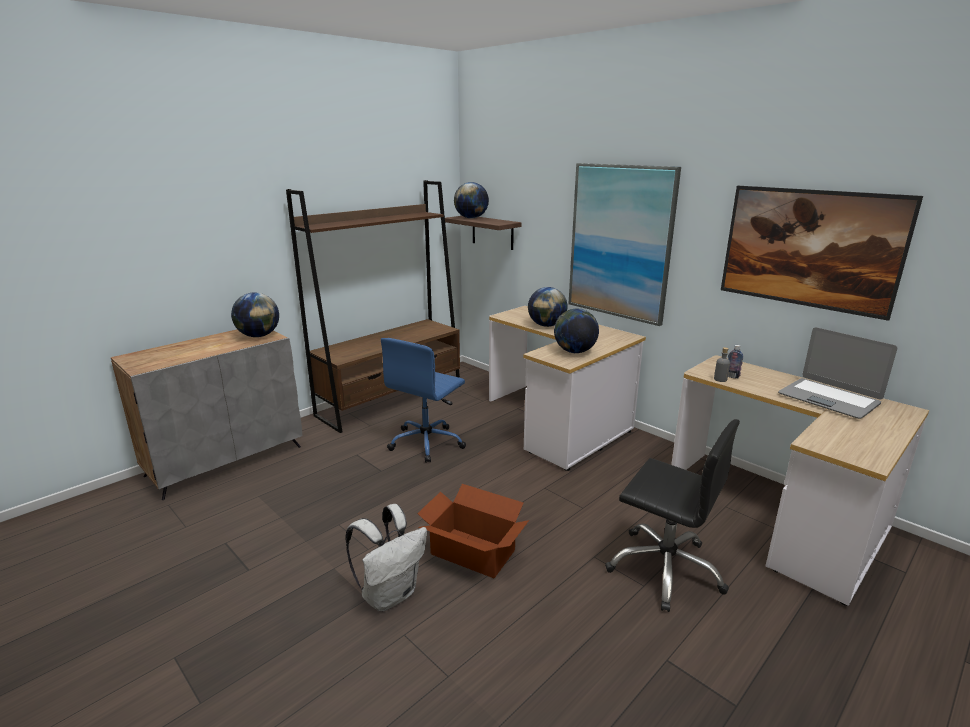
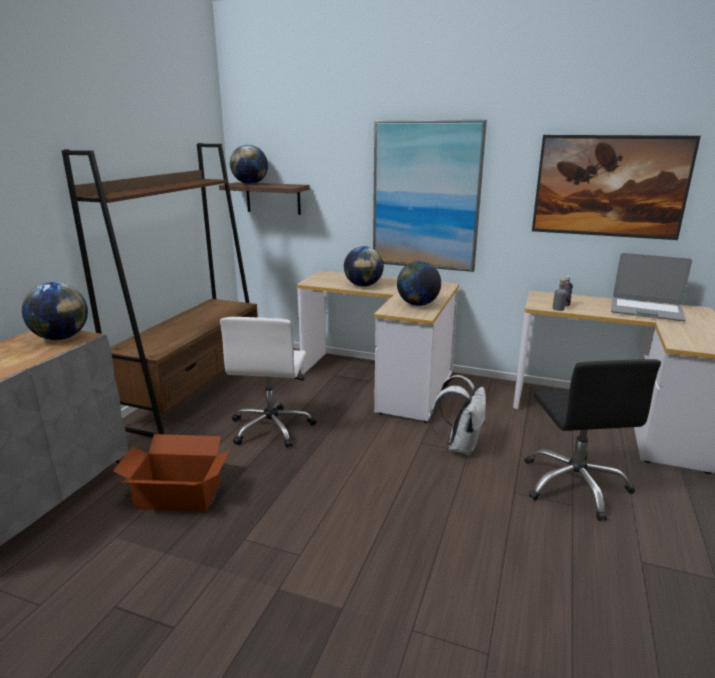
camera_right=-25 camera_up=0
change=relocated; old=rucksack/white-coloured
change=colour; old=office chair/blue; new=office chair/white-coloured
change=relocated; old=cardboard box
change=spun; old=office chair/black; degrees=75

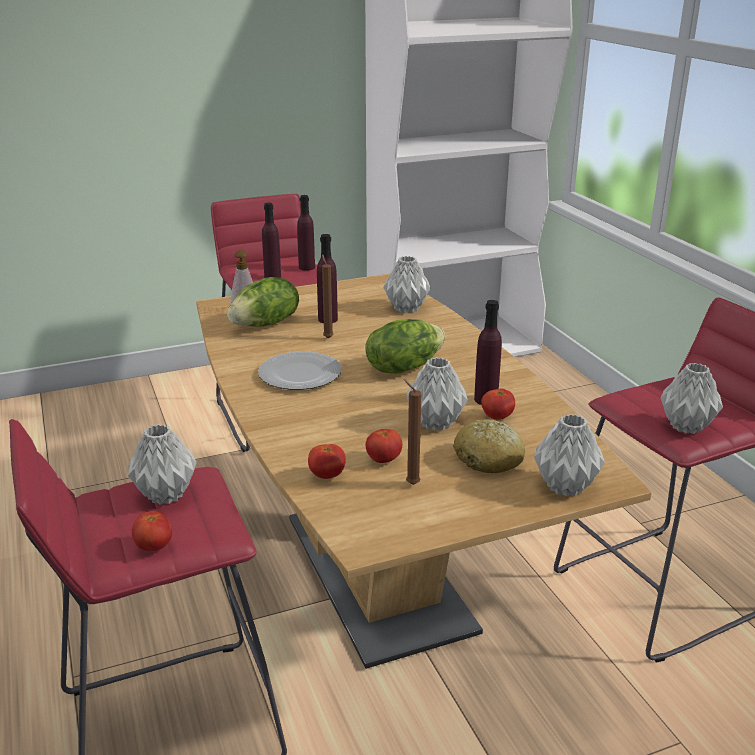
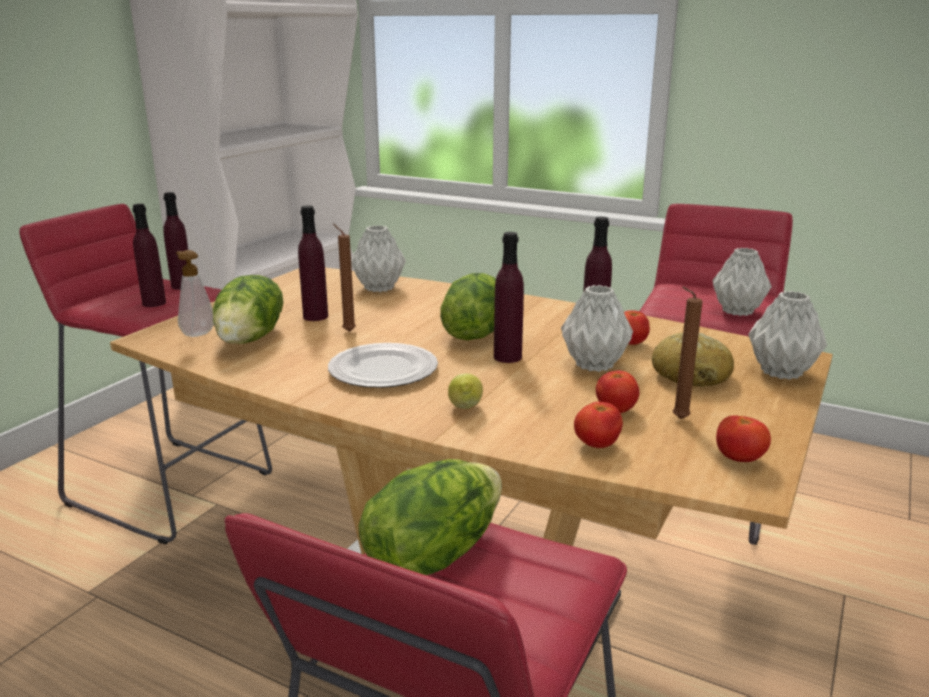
camera_right=-40 camera_up=-5
change=exchanged; old=decorative vase/gray (no. 1 from left); new=head of lettuce (no. 2 from left)
change=relocated; old=fresh tomato (no. 1 from left in the first image); new=fresh tomato (no. 4 from left)
change=appeared; new=lemon
change=appeared; new=beverage bottle/purplish (no. 4 from left)

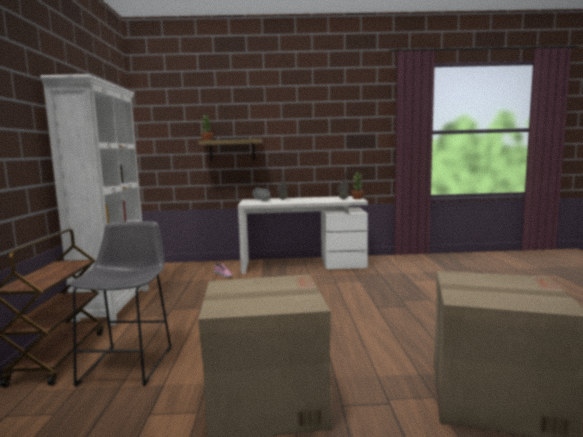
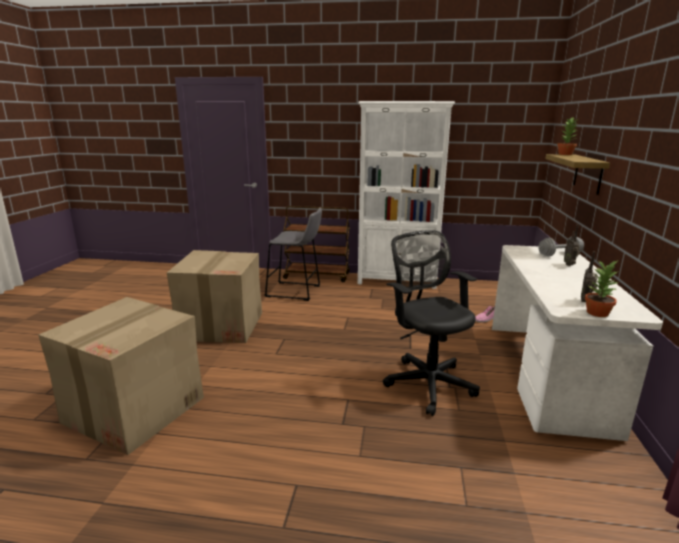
camera_right=100 camera_up=10
change=appeared; new=office chair/black

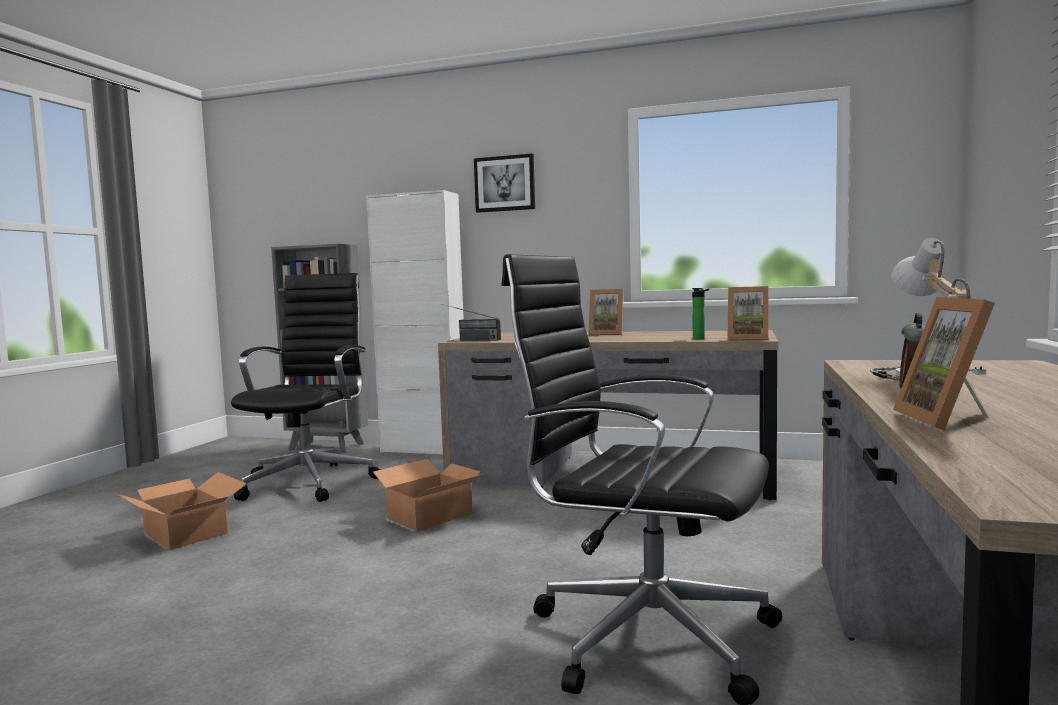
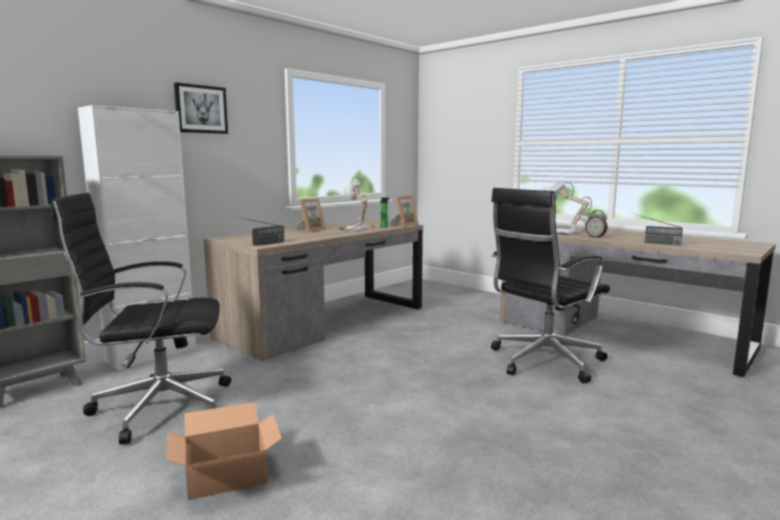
camera_right=-65 camera_up=5
change=spun; old=office chair/black (no. 1 from left); degrees=-45
change=missing; old=cardboard box (no. 2 from left)
change=exchanged; old=standing frame (no. 3 from left); new=radio (no. 2 from left)
change=appeared; new=tabletop lamp (no. 1 from left)

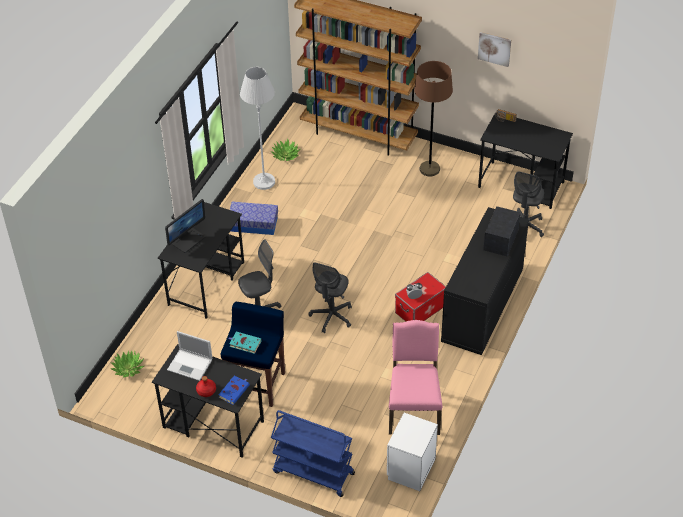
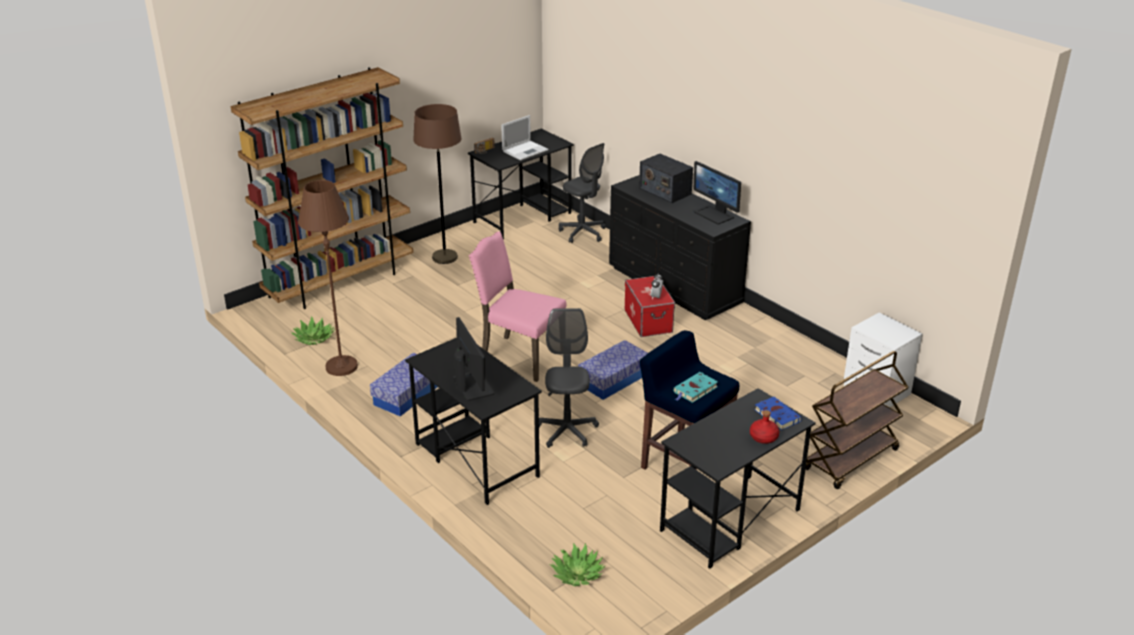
camera_right=-65 camera_up=-15
change=relocated; old=notebook computer
change=colour; old=standard lamp/white-coloured; new=standard lamp/brownish (no. 1 from left)
change=colour; old=trolley/blue; new=trolley/brownish
change=exchanged; old=office chair/gray (no. 2 from left); new=storage box (no. 2 from left)
change=relocated; old=upright chair/pink
change=missing; old=picture
change=appeared; new=monitor (no. 2 from left)

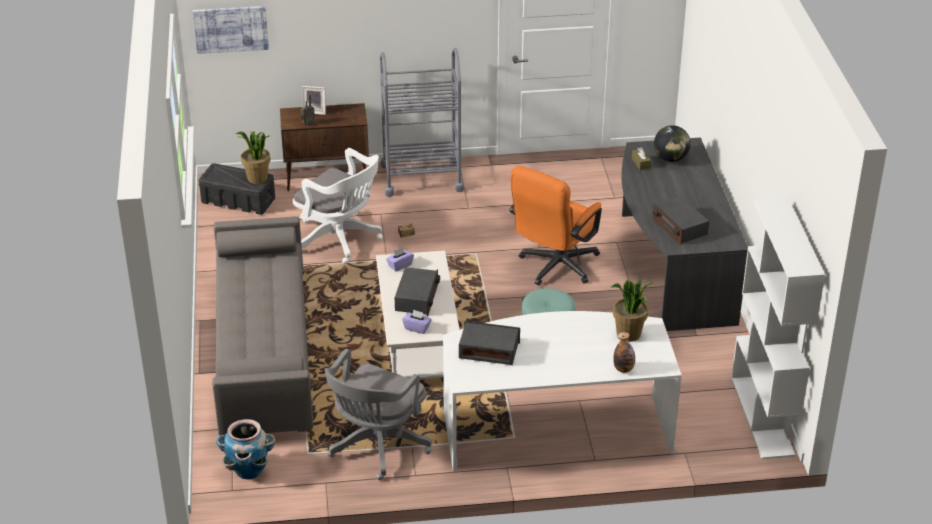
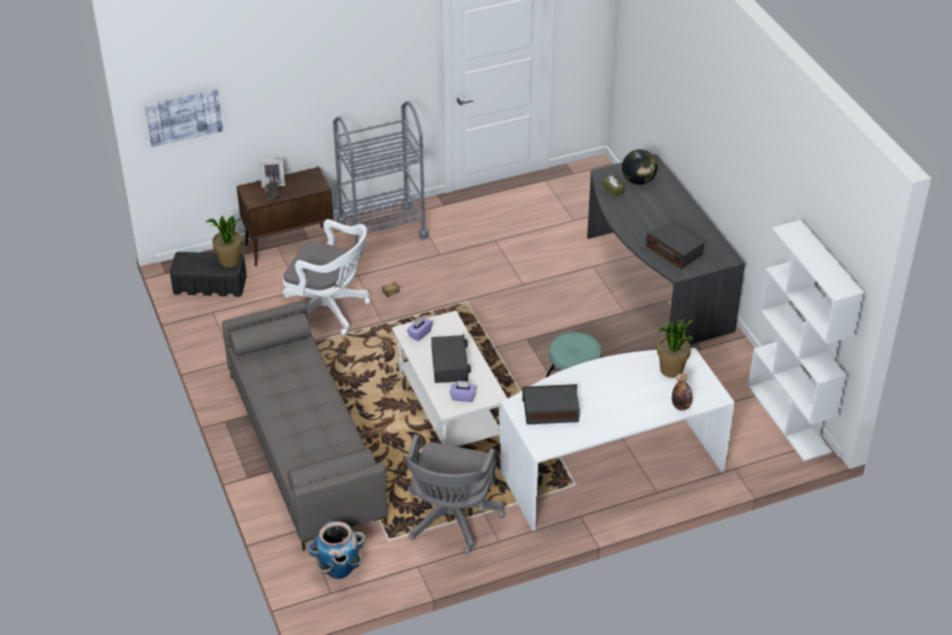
camera_right=-15 camera_up=5
change=missing; old=office chair/orangey

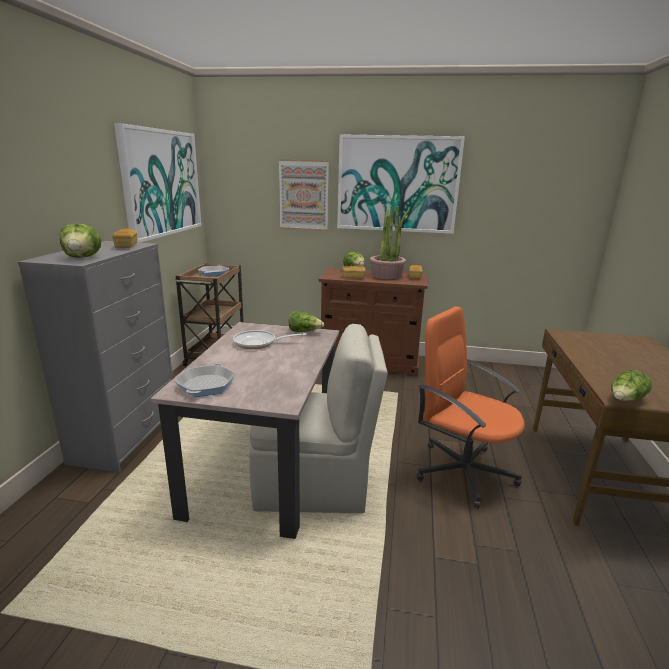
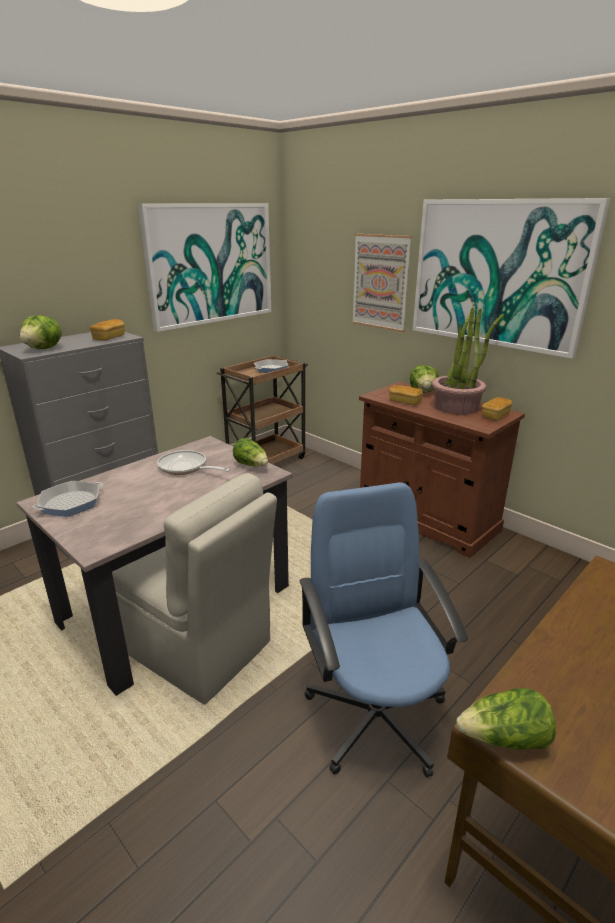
camera_right=35 camera_up=5
change=colour; old=office chair/orangey; new=office chair/blue

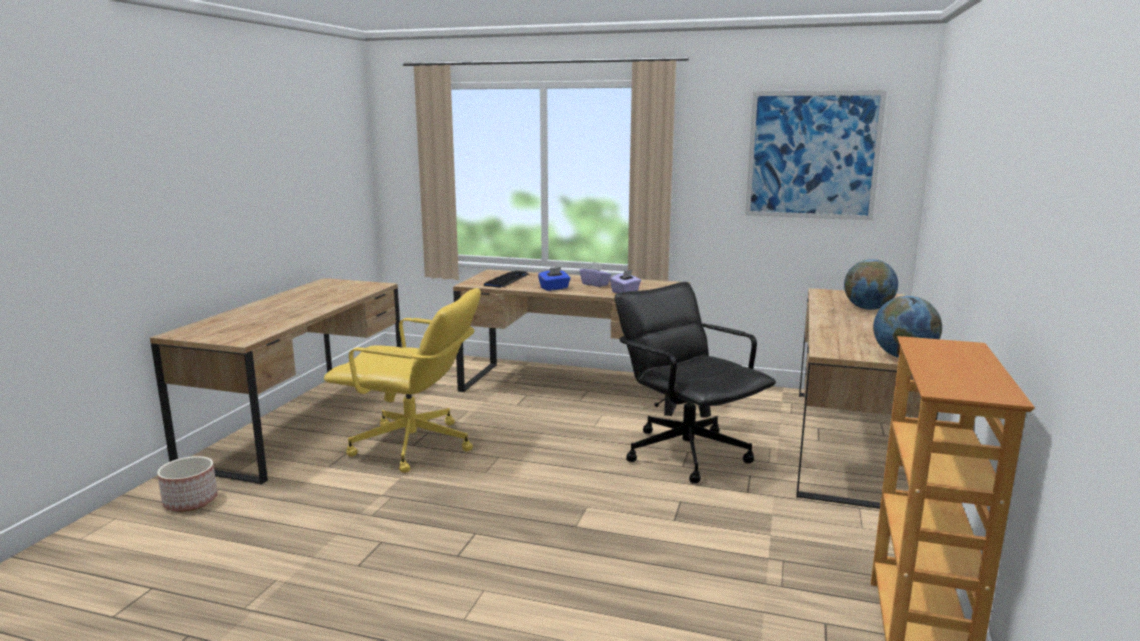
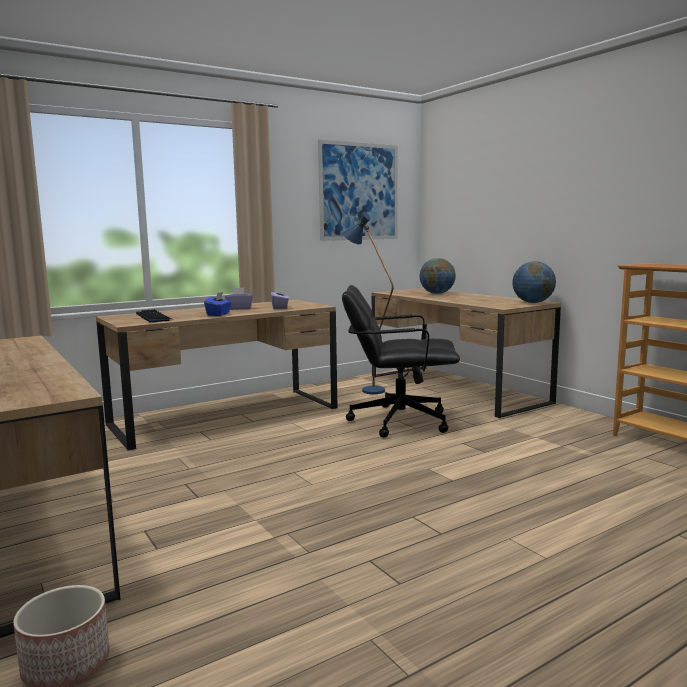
camera_right=-50 camera_up=-5
change=missing; old=office chair/yellowish
change=appeared; new=standard lamp/blue

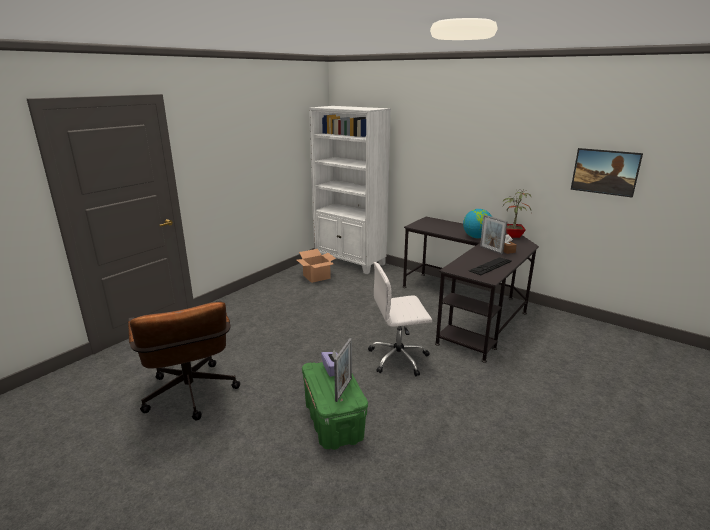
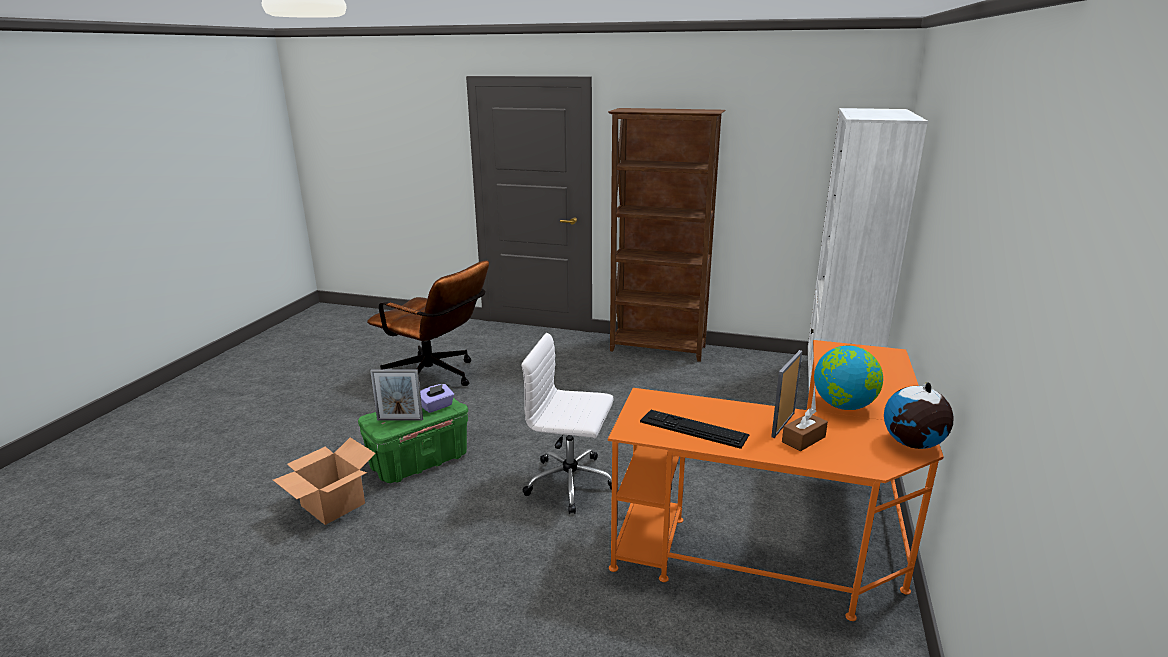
camera_right=70 camera_up=0
change=spun; old=office chair/brownish; degrees=-105
change=relocated; old=cardboard box
change=spun; old=office chair/white-coloured; degrees=-45
change=colour; old=desk unit/black; new=desk unit/orangey
change=exchanged; old=potted plant; new=globe (no. 2 from left)
change=missing; old=picture
change=appeared; new=shelving unit/brownish

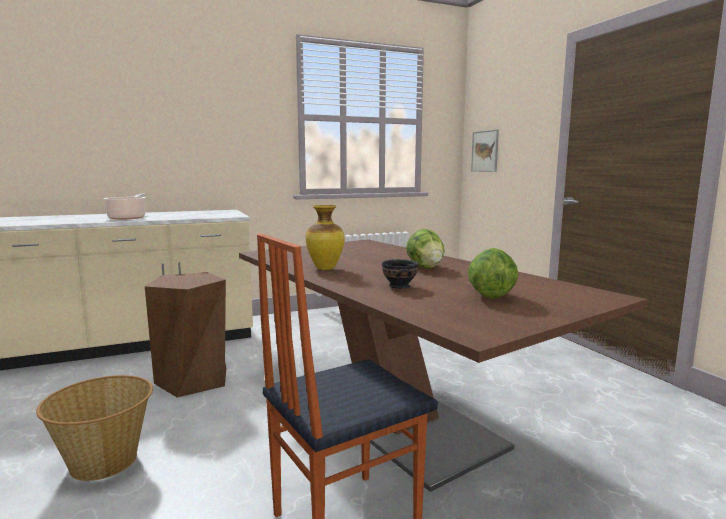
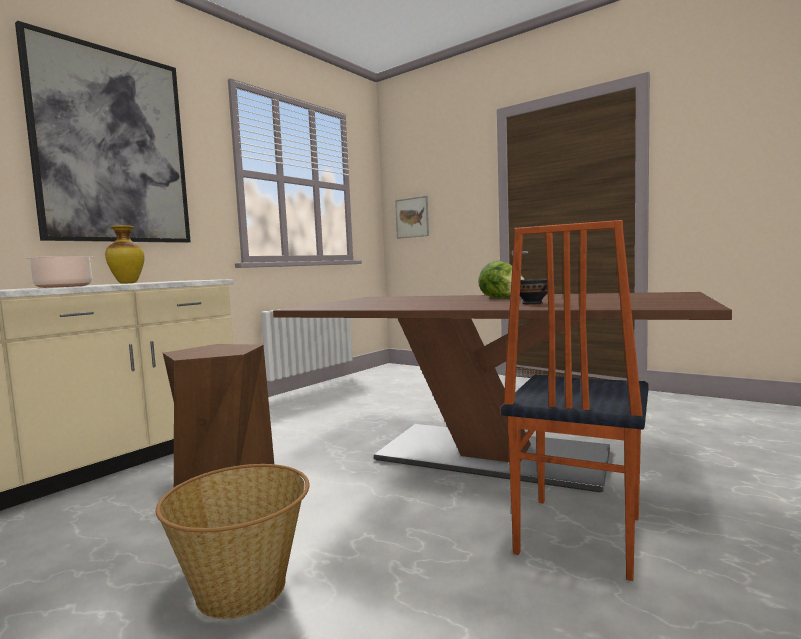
camera_right=-30 camera_up=-5
change=relocated; old=decorative vase
change=missing; old=head of lettuce (no. 2 from left)
change=appeared; new=picture (no. 1 from left)

